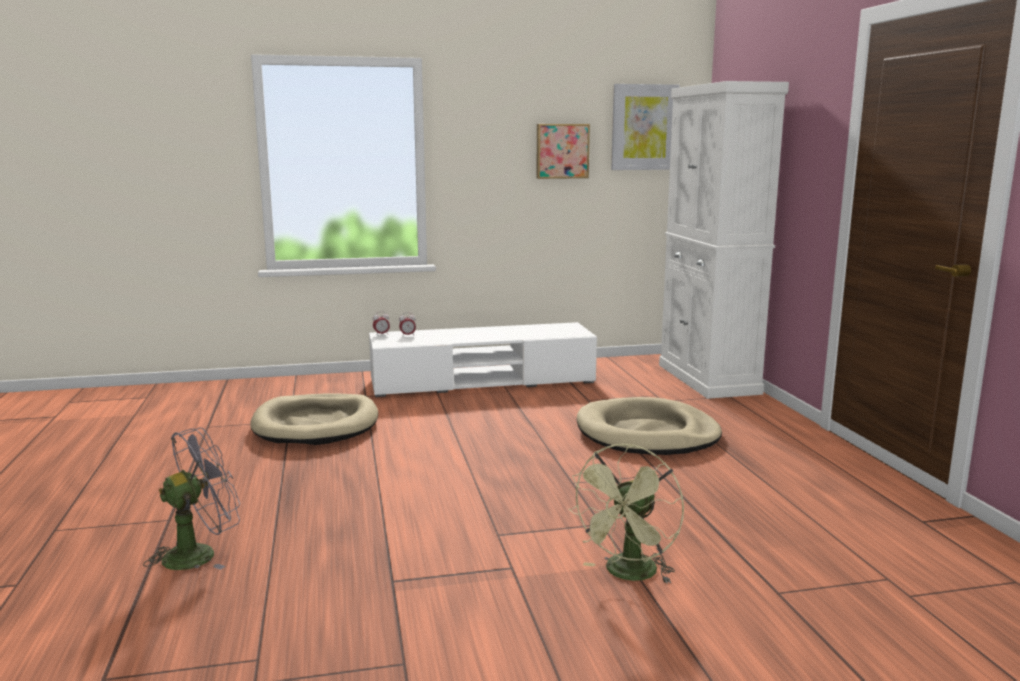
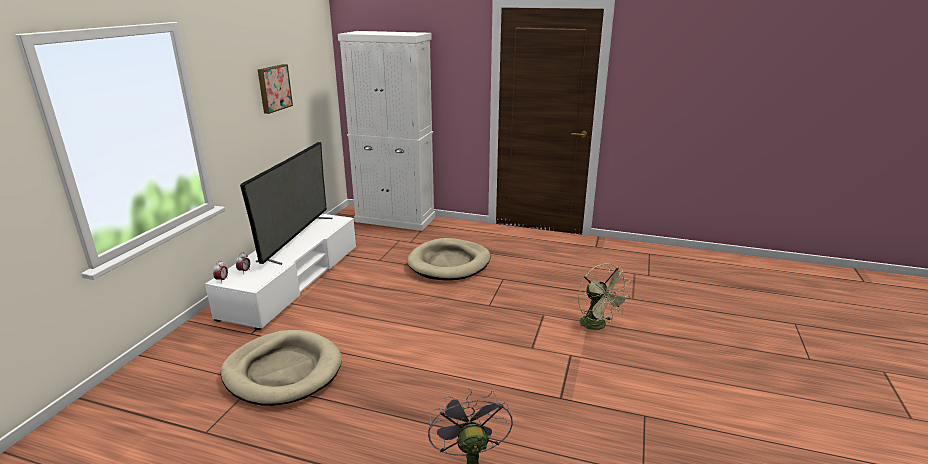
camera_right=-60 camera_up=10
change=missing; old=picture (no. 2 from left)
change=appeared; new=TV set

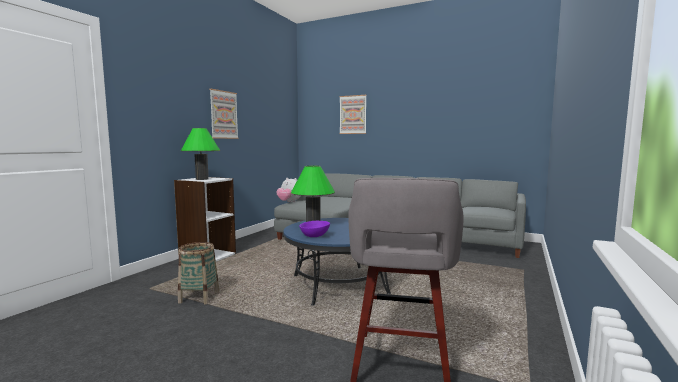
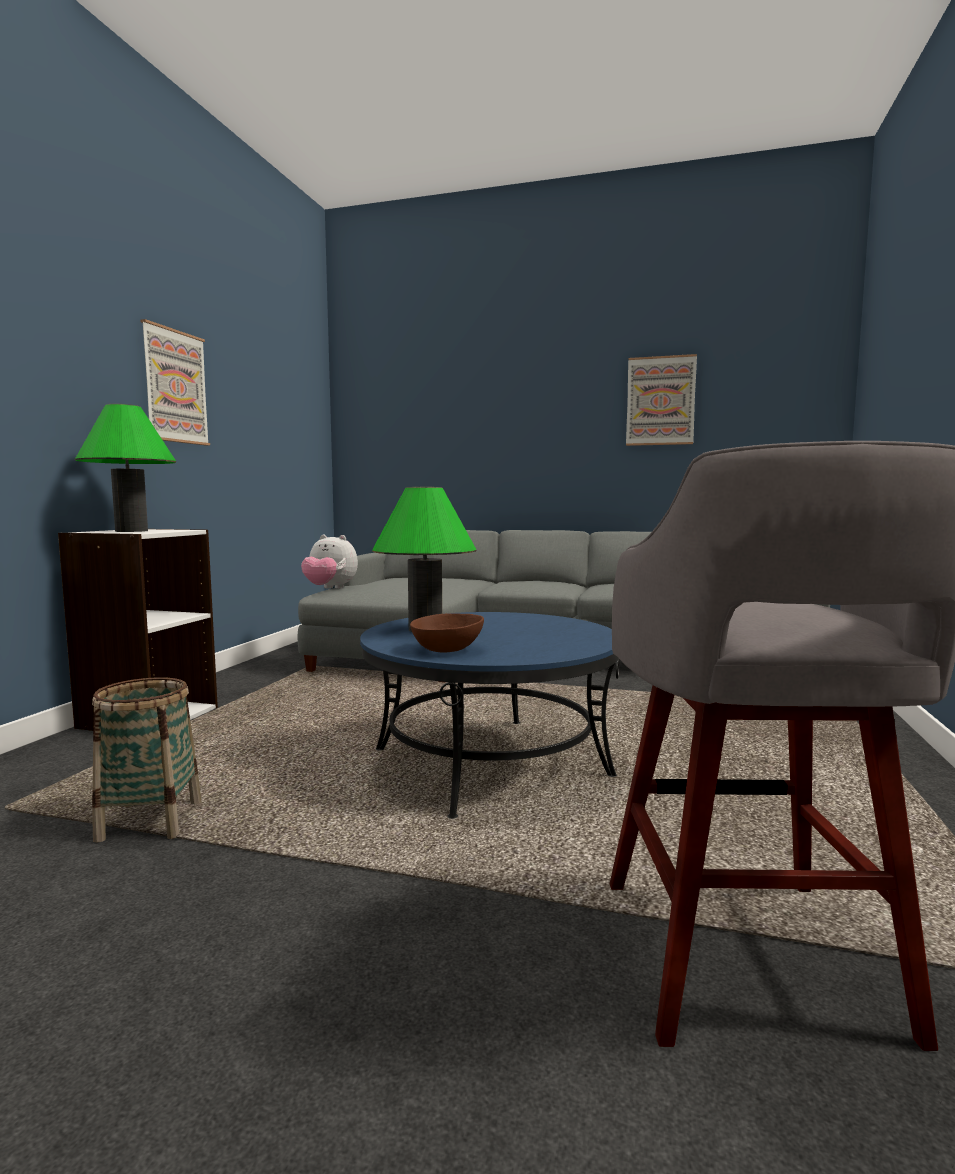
camera_right=-10 camera_up=0
change=colour; old=bowl/purplish; new=bowl/brownish
change=relocated; old=picture (no. 2 from left)

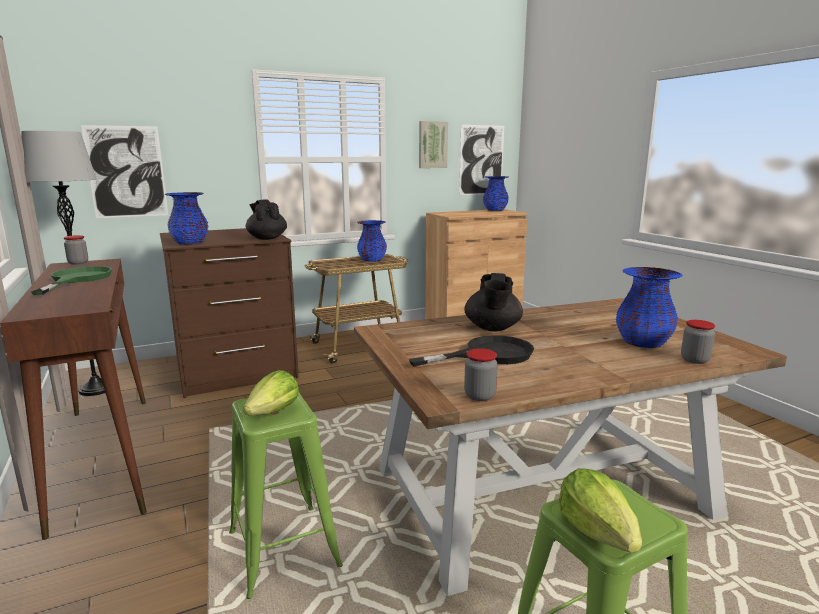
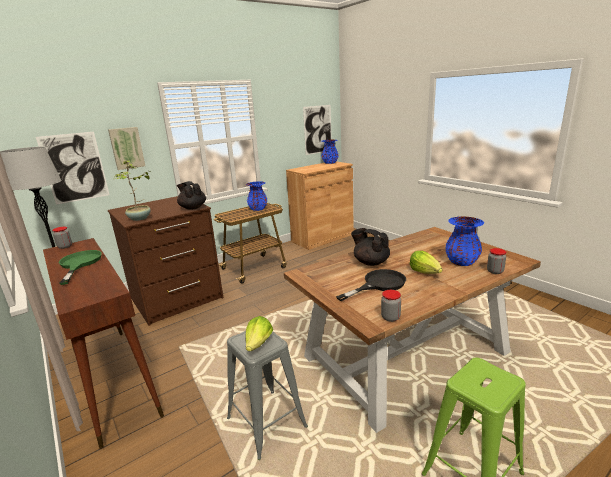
camera_right=-10 camera_up=5
change=exchanged; old=decorative vase/blue (no. 1 from left); new=potted plant
change=colour; old=stool/green-coloured (no. 1 from left); new=stool/gray
change=relocated; old=picture (no. 2 from left)
change=spun; old=pot for tea/black (no. 2 from left); degrees=135
change=relocated; old=head of lettuce (no. 2 from left)

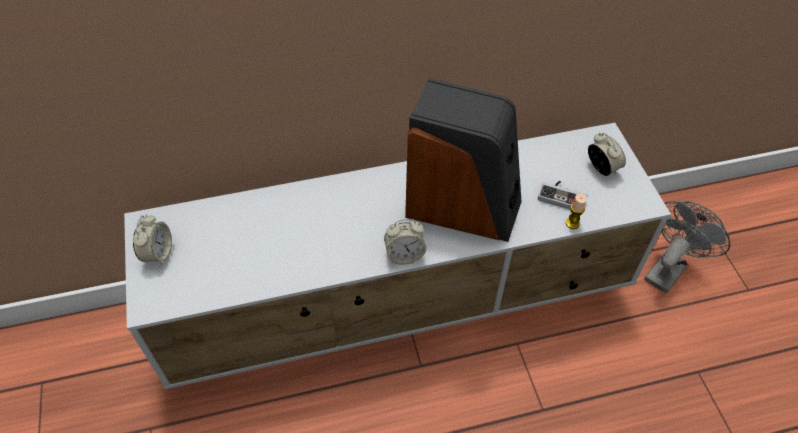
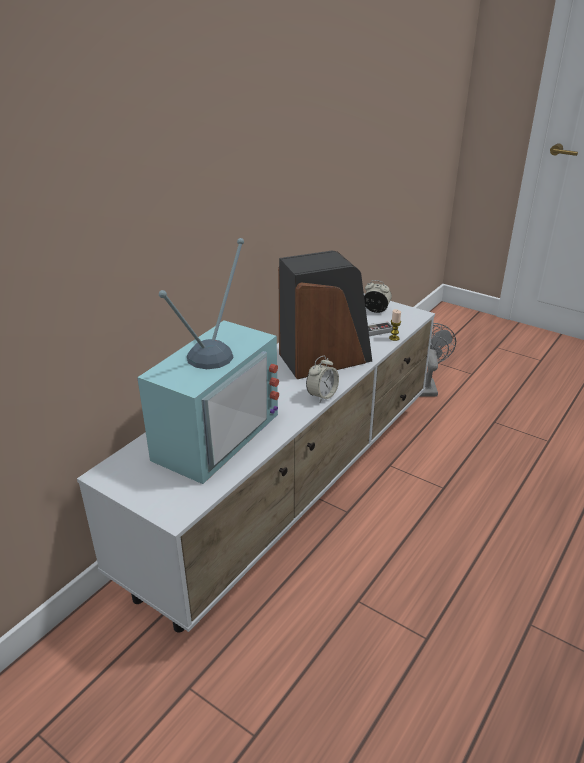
camera_right=-40 camera_up=-20
change=missing; old=alarm clock (no. 1 from left)
change=appeared; new=TV set

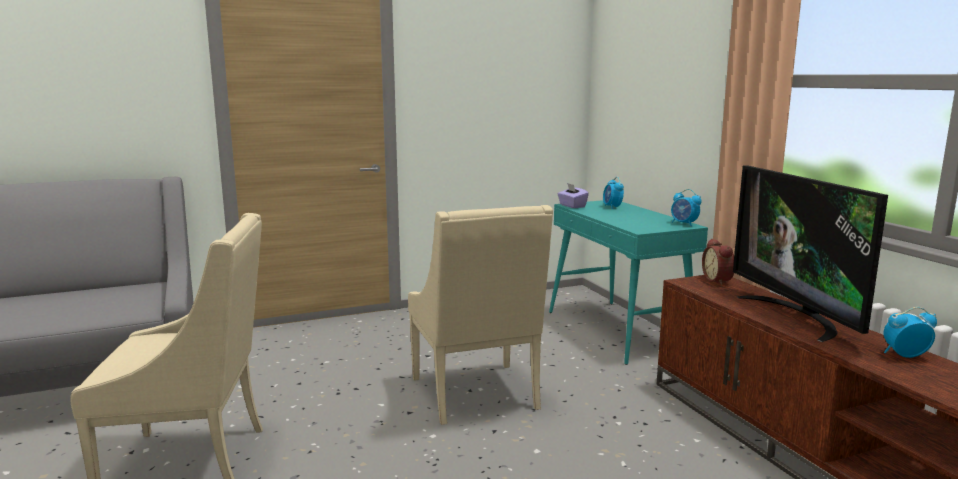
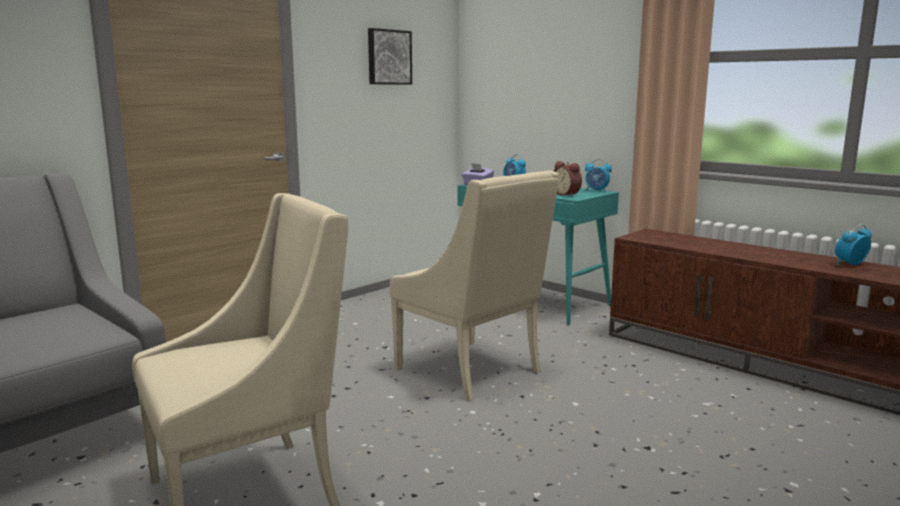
camera_right=-25 camera_up=0
change=relocated; old=alarm clock (no. 3 from left in the first image); new=alarm clock (no. 2 from left)
change=missing; old=TV set
change=appeared; new=picture

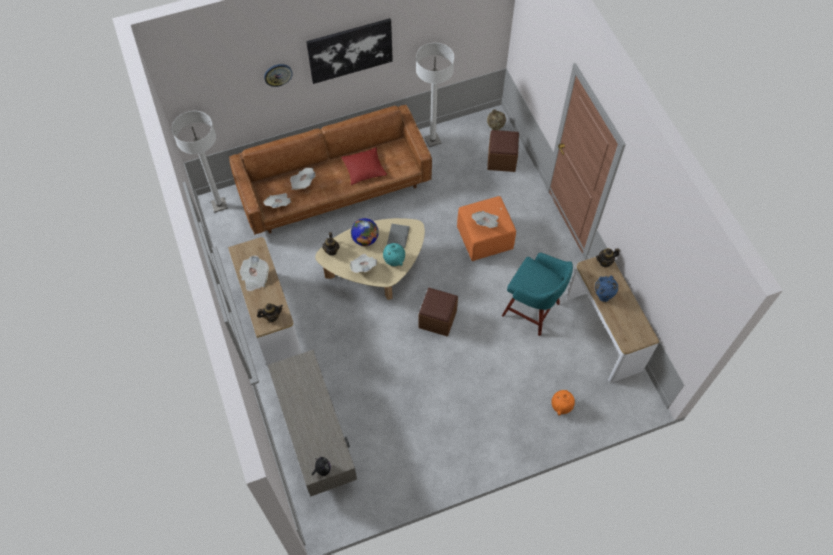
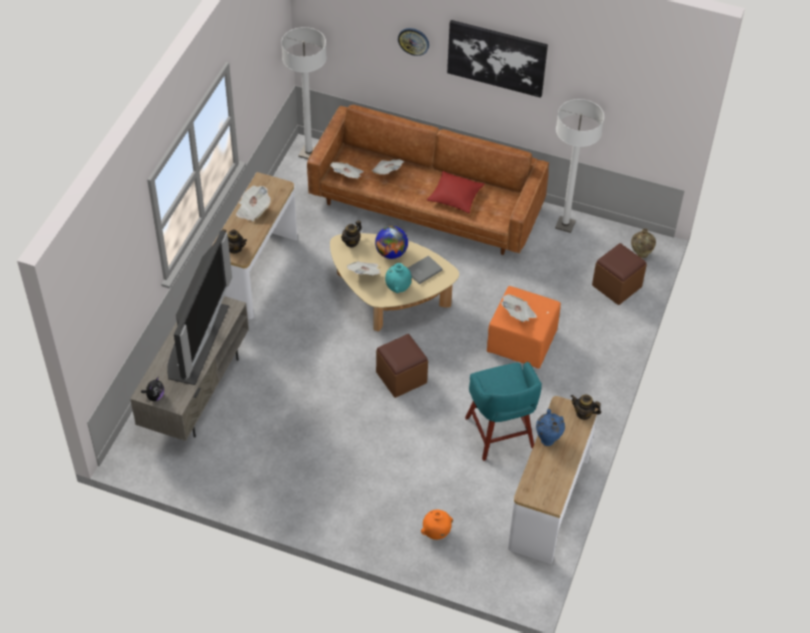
camera_right=40 camera_up=-10
change=appeared; new=TV set

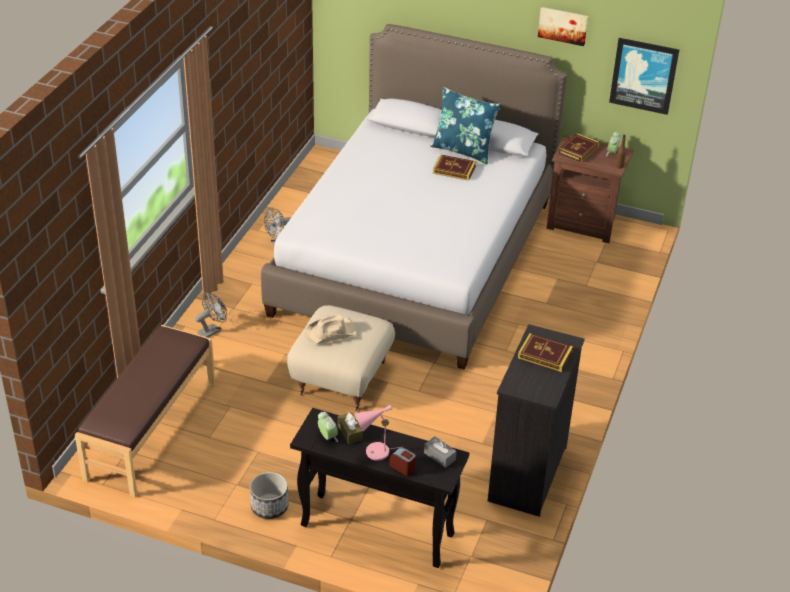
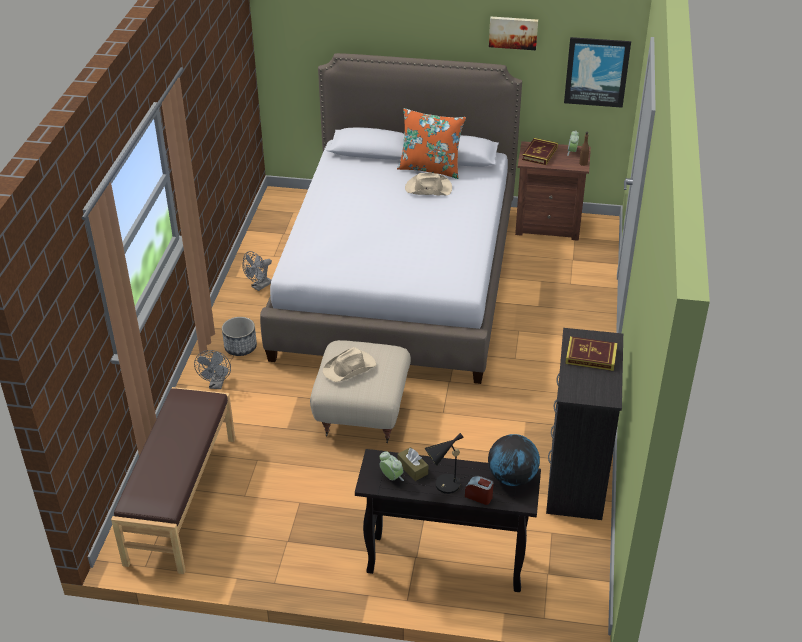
camera_right=-10 camera_up=0
change=spun; old=electric fan/gray (no. 1 from left); degrees=150
change=relocated; old=planter
change=colour; old=tabletop lamp/pink; new=tabletop lamp/black
change=exchanged; old=tissue holder/gray; new=globe
change=colour; old=pillow/blue; new=pillow/orangey
change=exchanged; old=bound book (no. 1 from left); new=clothing hat/beige (no. 2 from left)

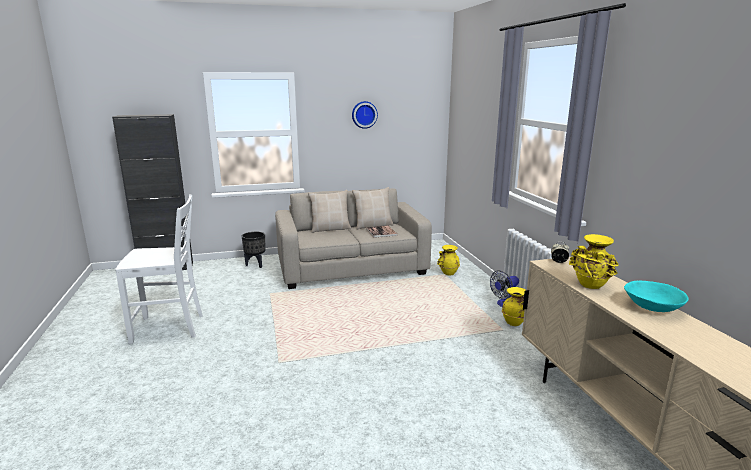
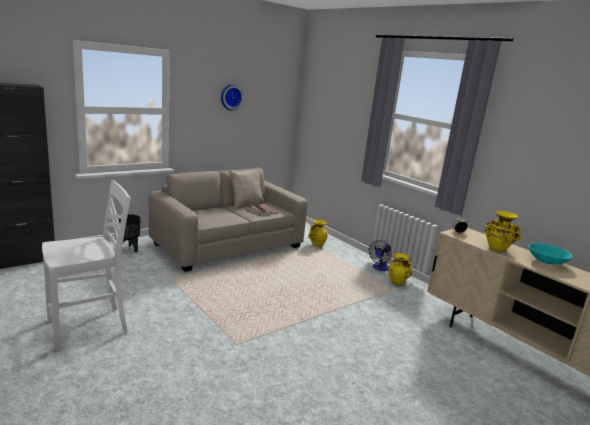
camera_right=-25 camera_up=0
change=missing; old=pillow/beige (no. 1 from left)

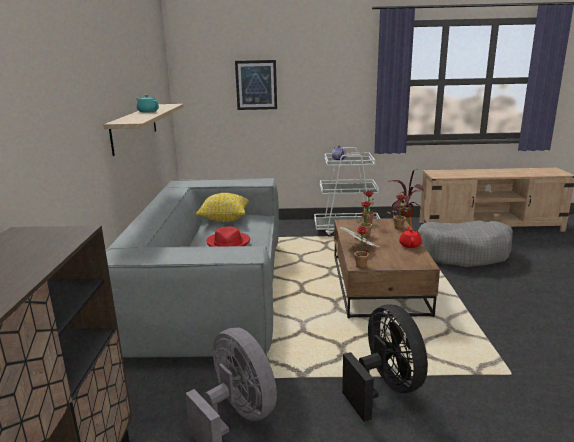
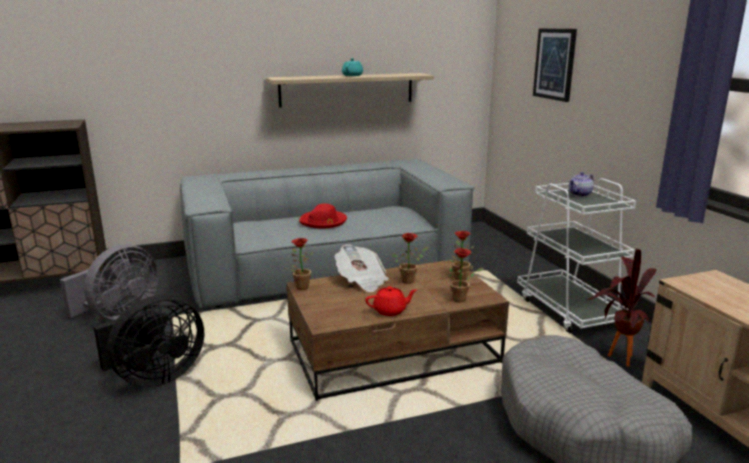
camera_right=70 camera_up=0
change=missing; old=pillow/yellowish

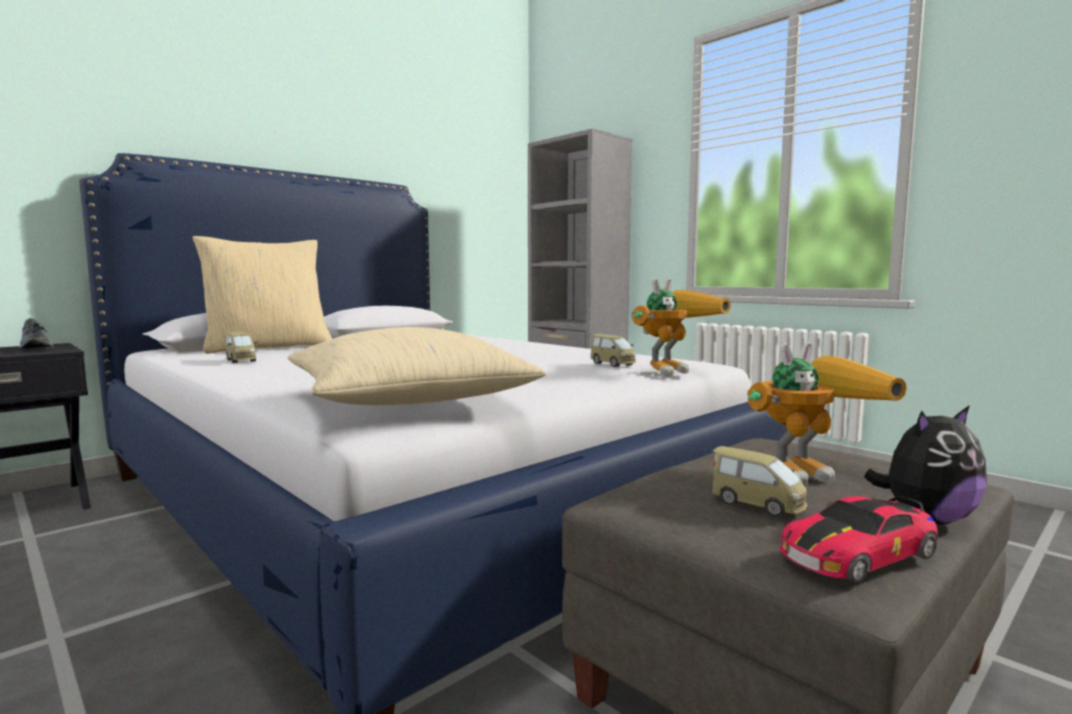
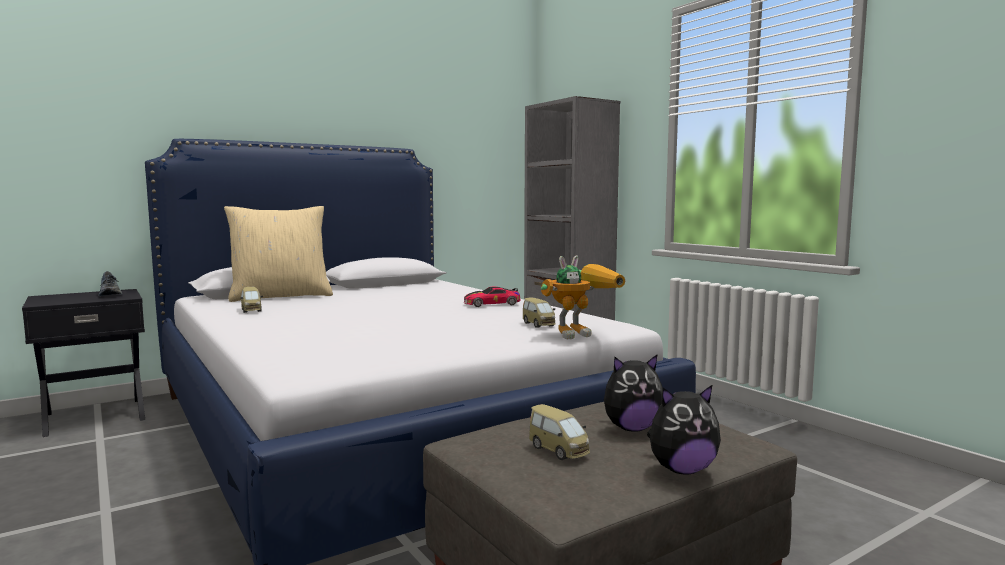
camera_right=10 camera_up=0
change=missing; old=pillow/beige (no. 2 from left)
change=exchanged; old=toy robot (no. 2 from left); new=soft toy (no. 1 from left)
change=relocated; old=toy car (no. 4 from left in the first image); new=toy car (no. 2 from left)

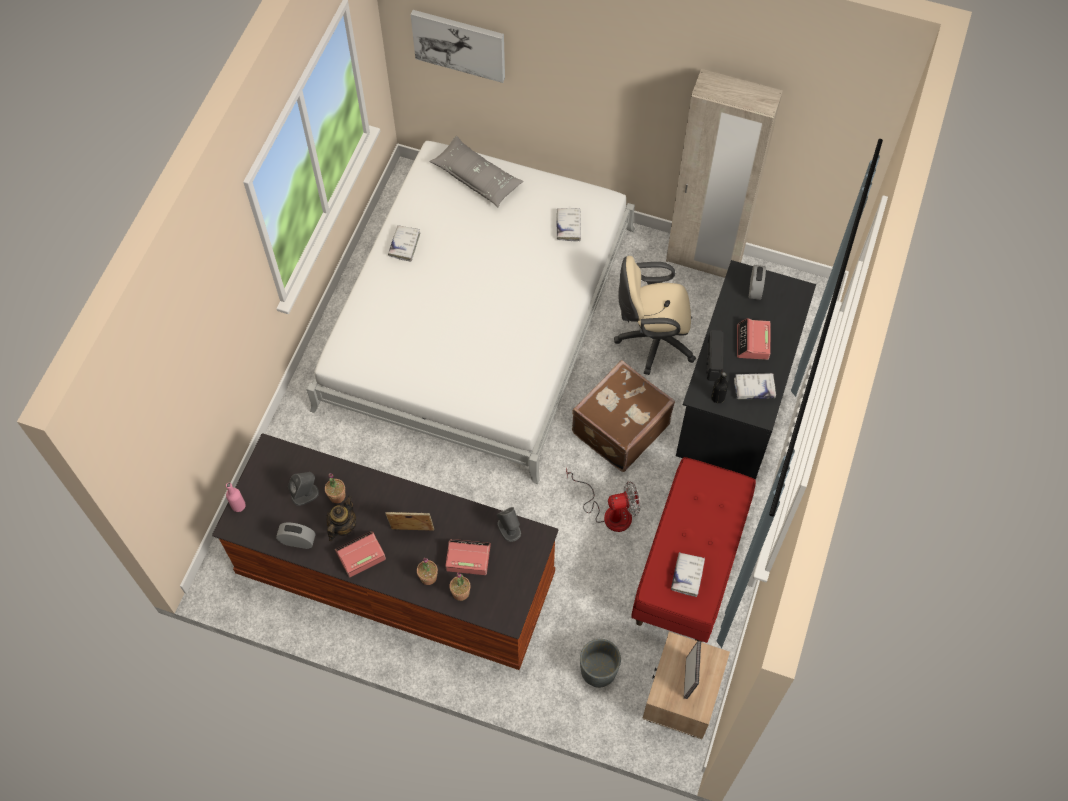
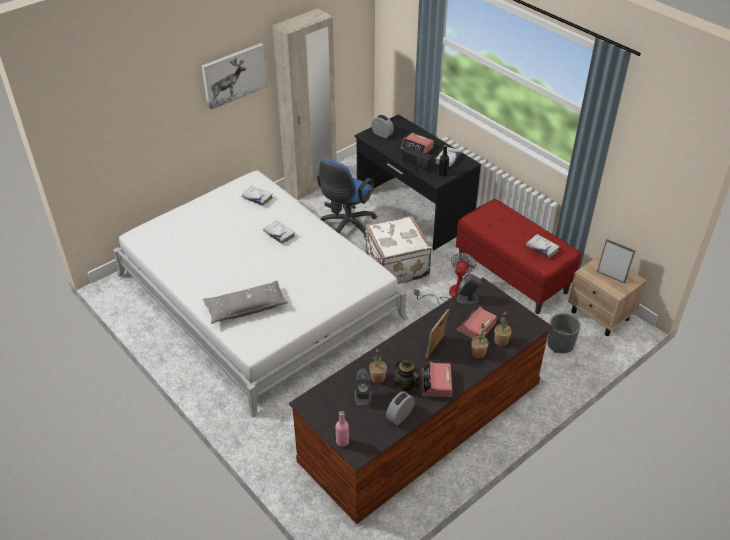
camera_right=-60 camera_up=-20
change=relocated; old=bound book/white-coloured (no. 1 from left in the first image); new=bound book/white-coloured (no. 2 from left)
change=relocated; old=picture
change=relocated; old=pillow/gray
change=colour; old=piece of luggage/brownish; new=piece of luggage/white-coloured
change=colour; old=office chair/beige; new=office chair/blue

